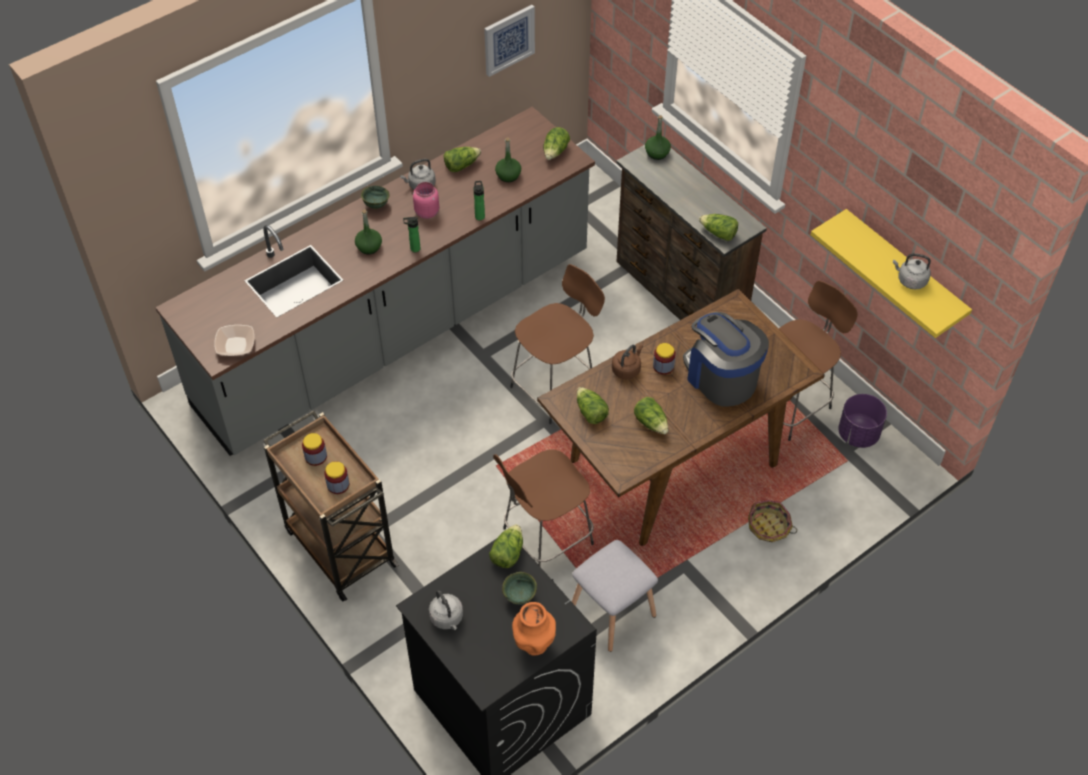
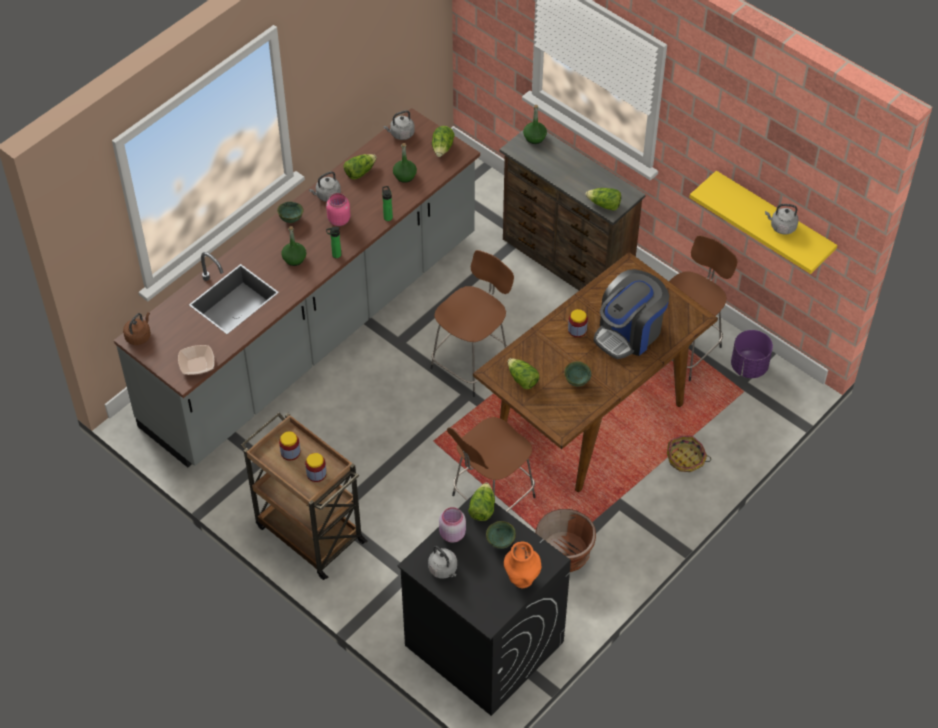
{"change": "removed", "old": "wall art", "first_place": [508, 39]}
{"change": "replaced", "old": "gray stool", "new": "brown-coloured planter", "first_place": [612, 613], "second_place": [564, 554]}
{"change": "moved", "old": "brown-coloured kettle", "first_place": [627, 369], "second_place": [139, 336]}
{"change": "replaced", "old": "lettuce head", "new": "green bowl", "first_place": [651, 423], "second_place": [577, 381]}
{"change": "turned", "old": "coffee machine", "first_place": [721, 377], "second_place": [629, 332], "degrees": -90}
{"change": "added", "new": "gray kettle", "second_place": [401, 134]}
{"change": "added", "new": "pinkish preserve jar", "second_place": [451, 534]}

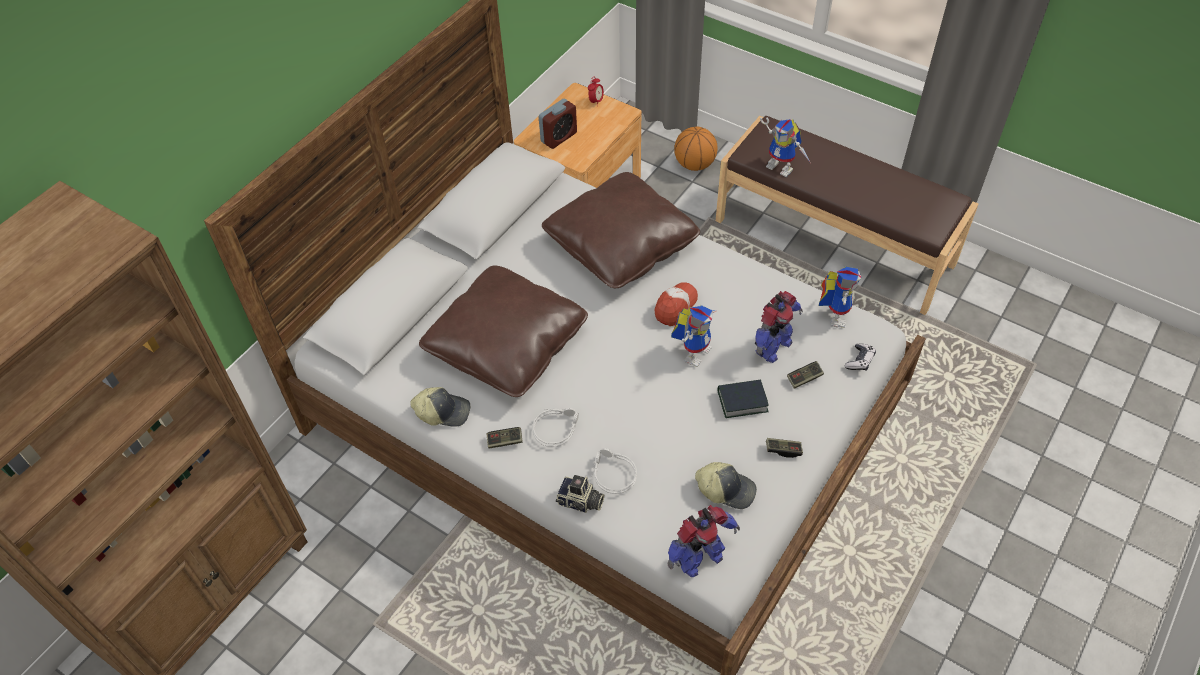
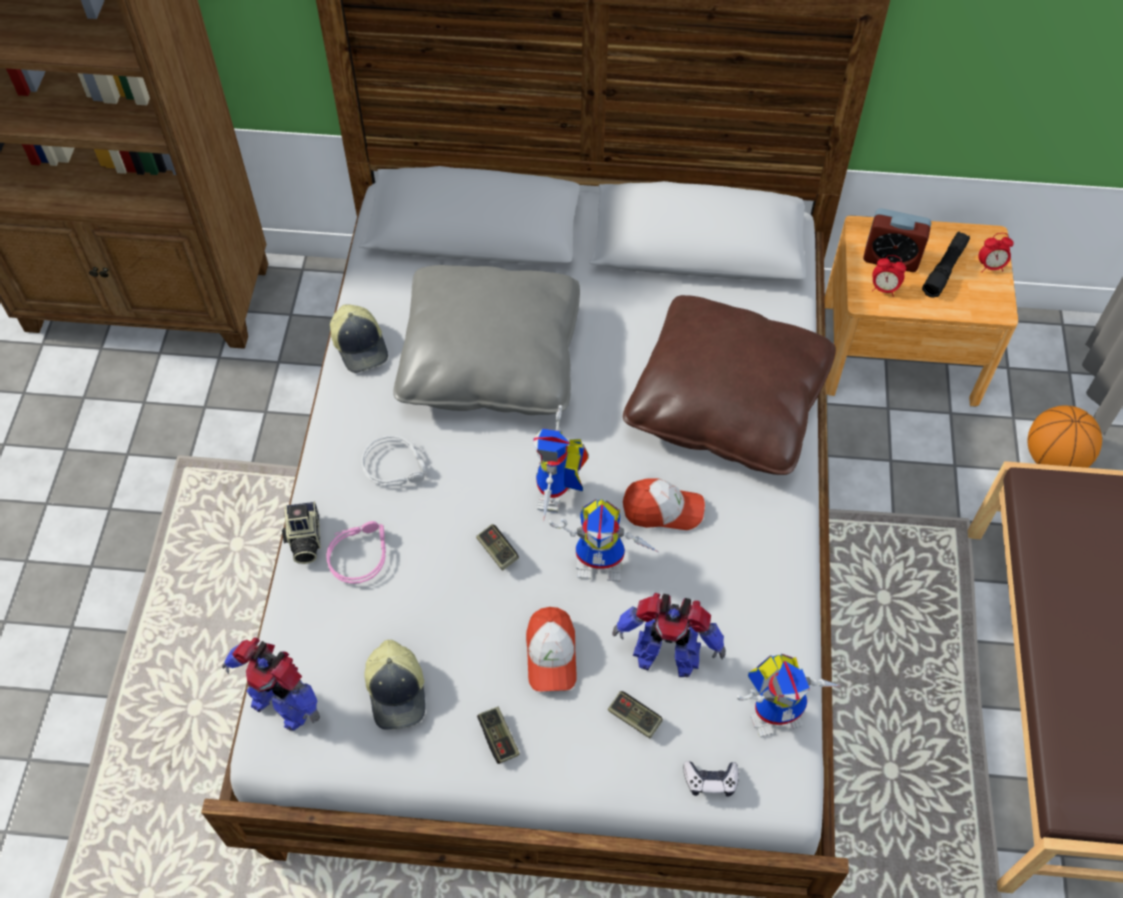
{"change": "recoloured", "old": "brown-coloured pillow", "new": "gray pillow", "first_place": [507, 345], "second_place": [490, 360]}
{"change": "moved", "old": "joypad", "first_place": [505, 441], "second_place": [497, 551]}
{"change": "recoloured", "old": "gray pair of headphones", "new": "pinkish pair of headphones", "first_place": [611, 474], "second_place": [359, 553]}
{"change": "replaced", "old": "book", "new": "peaked cap", "first_place": [742, 401], "second_place": [551, 655]}
{"change": "moved", "old": "toy robot", "first_place": [783, 167], "second_place": [558, 498]}
{"change": "added", "new": "alarm clock", "second_place": [884, 289]}
{"change": "added", "new": "black-coloured hand torch", "second_place": [945, 269]}

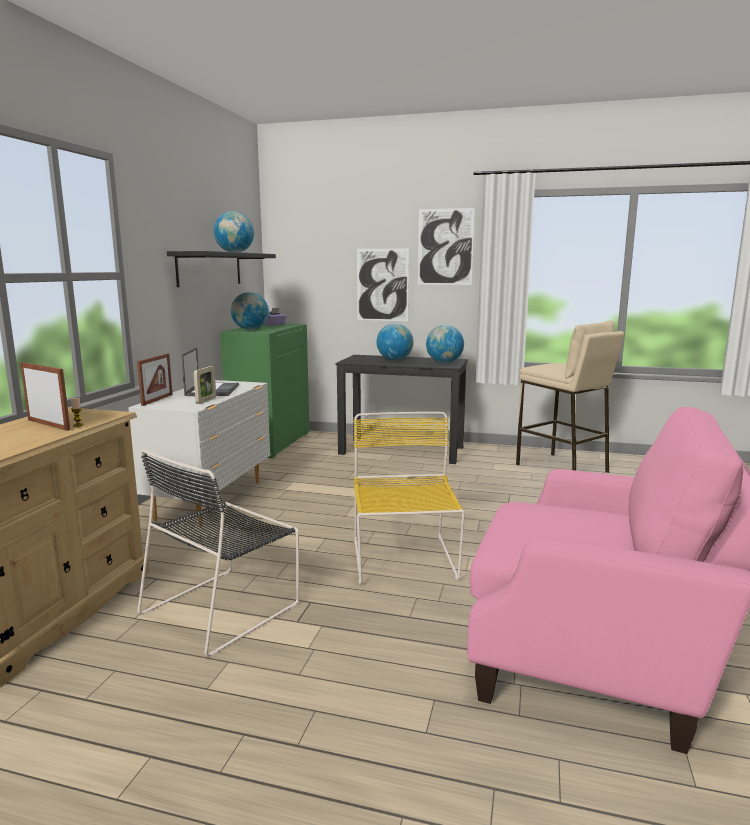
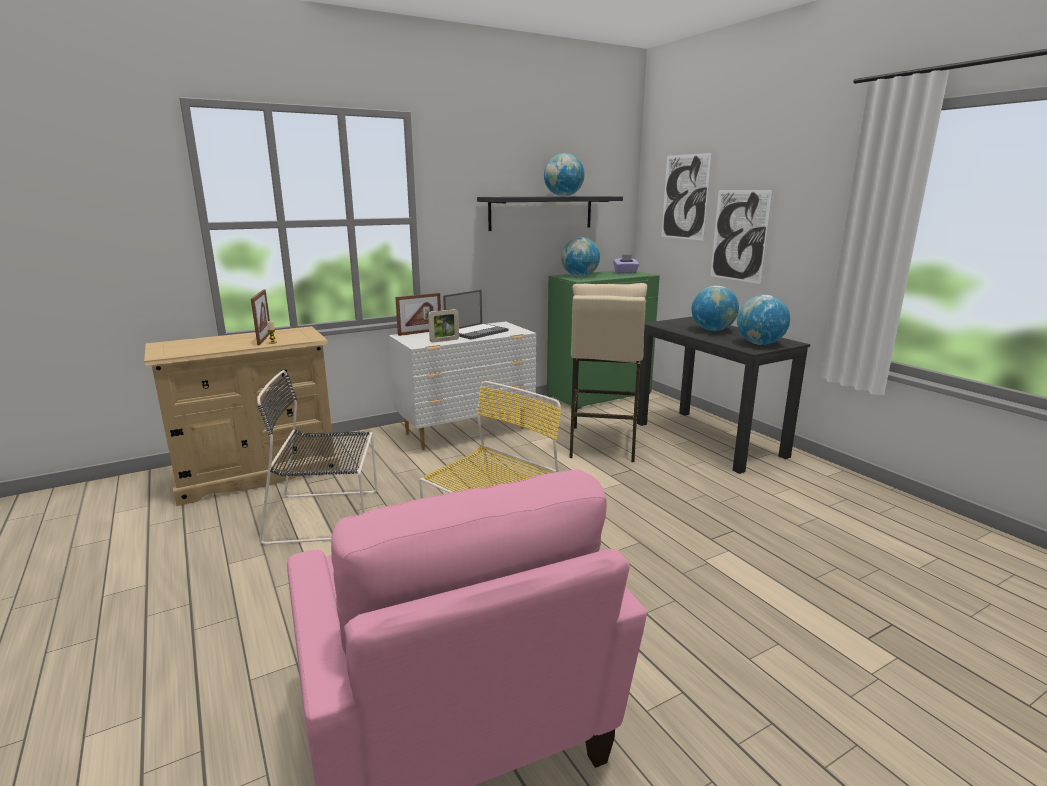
{"change": "moved", "old": "wall art", "first_place": [445, 247], "second_place": [685, 197]}
{"change": "moved", "old": "sand-coloured stool", "first_place": [562, 468], "second_place": [602, 444]}

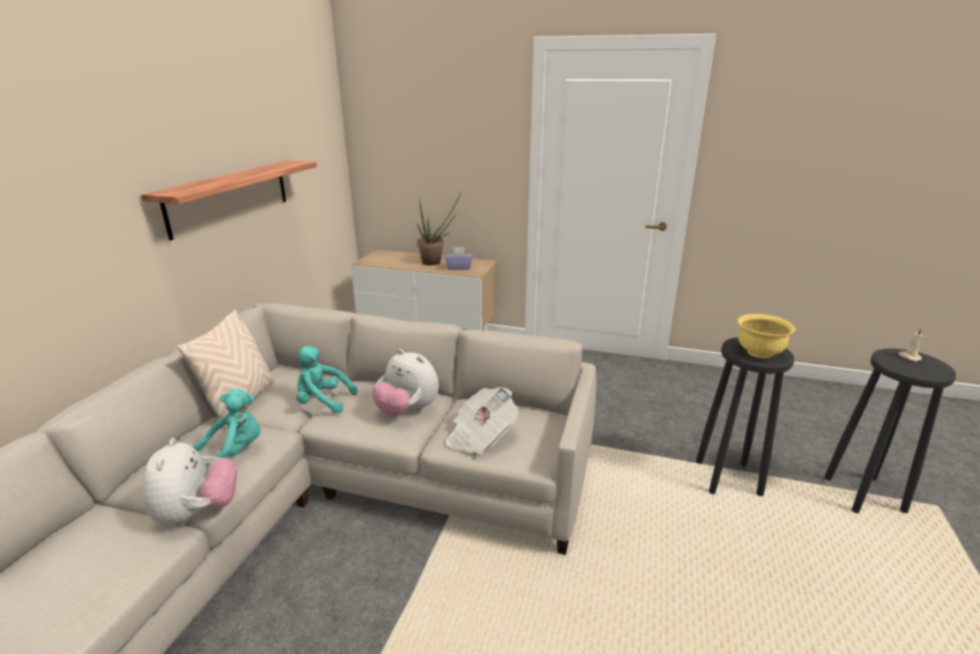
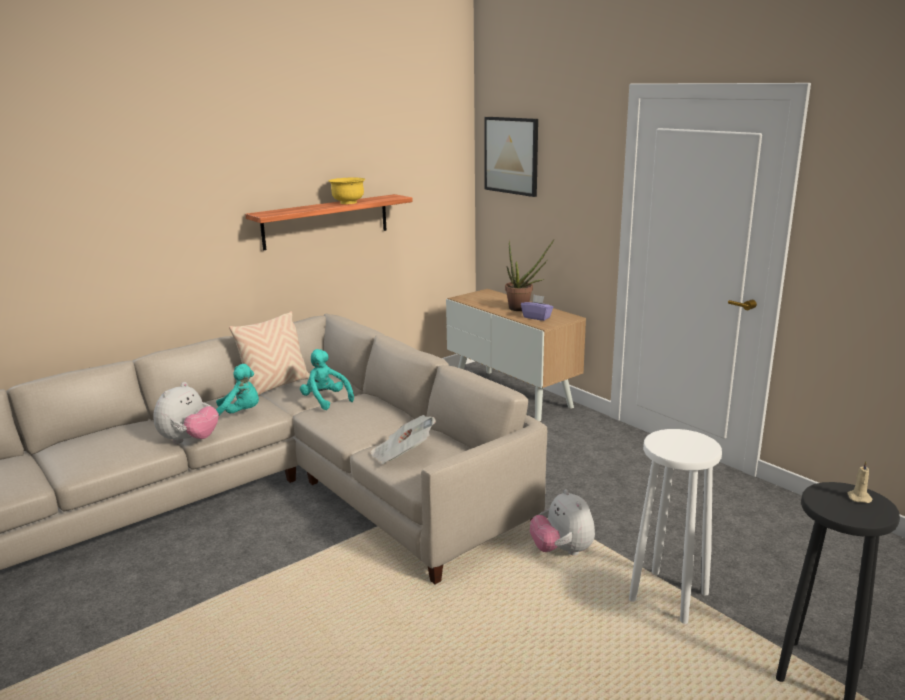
{"change": "moved", "old": "soft toy", "first_place": [407, 411], "second_place": [562, 551]}
{"change": "recoloured", "old": "black-coloured stool", "new": "whitish stool", "first_place": [728, 478], "second_place": [668, 597]}
{"change": "moved", "old": "yellow-coloured bowl", "first_place": [759, 352], "second_place": [348, 202]}
{"change": "added", "new": "wall art", "second_place": [511, 155]}

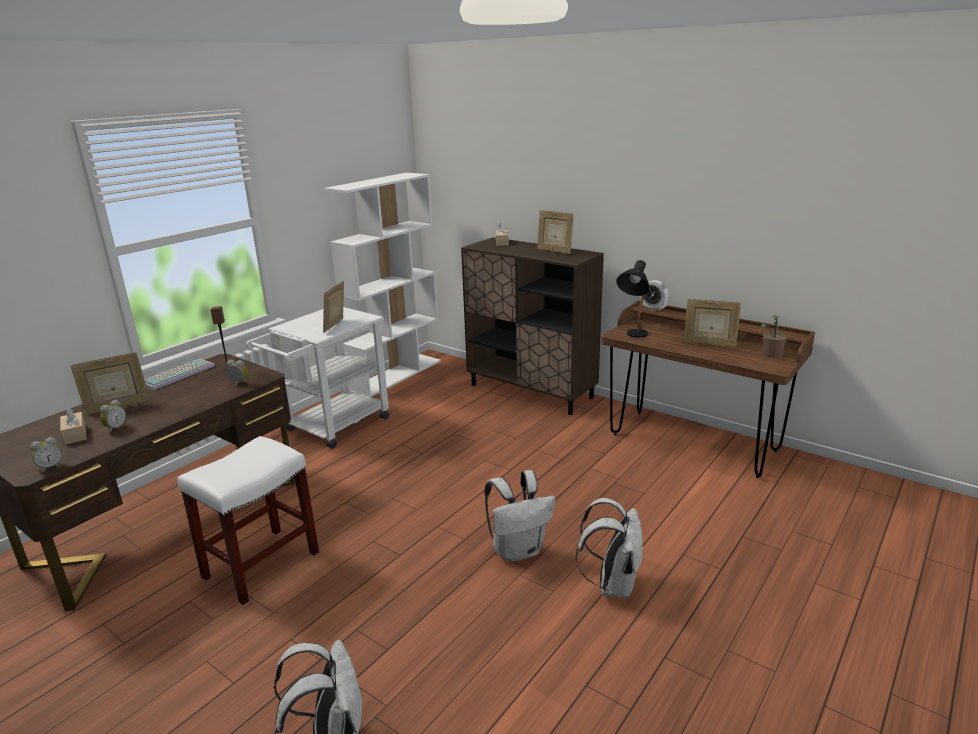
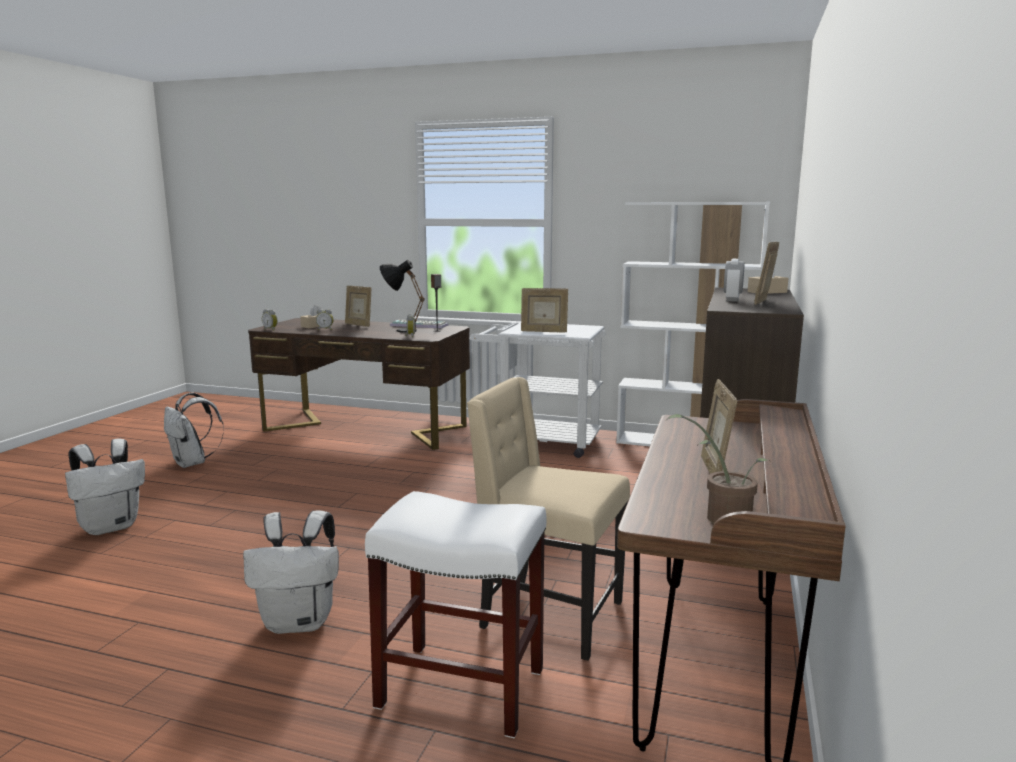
{"change": "moved", "old": "whitish stool", "first_place": [261, 566], "second_place": [459, 688]}
{"change": "turned", "old": "picture frame", "first_place": [336, 326], "second_place": [543, 332], "degrees": -150}
{"change": "moved", "old": "whitish rucksack", "first_place": [518, 550], "second_place": [192, 463]}
{"change": "moved", "old": "black-coloured lamp for a table", "first_place": [633, 336], "second_place": [400, 330]}
{"change": "moved", "old": "alarm clock", "first_place": [653, 308], "second_place": [732, 300]}
{"change": "added", "new": "sand-coloured upright chair", "second_place": [548, 616]}

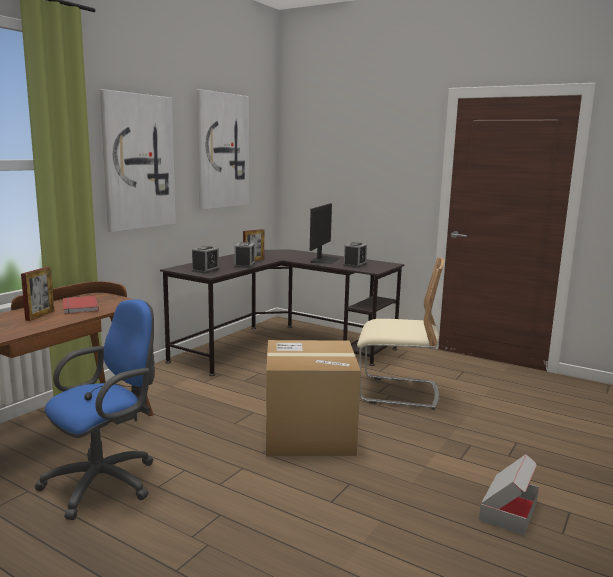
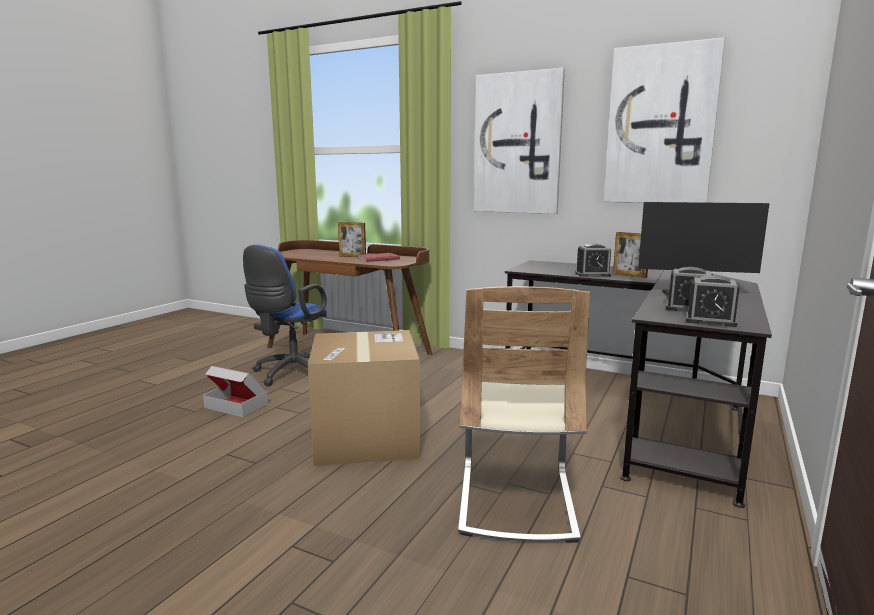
{"change": "turned", "old": "blue-coloured computer chair", "first_place": [106, 482], "second_place": [291, 373], "degrees": 75}
{"change": "moved", "old": "alarm clock", "first_place": [205, 270], "second_place": [710, 321]}
{"change": "moved", "old": "cardboard box", "first_place": [508, 510], "second_place": [236, 406]}

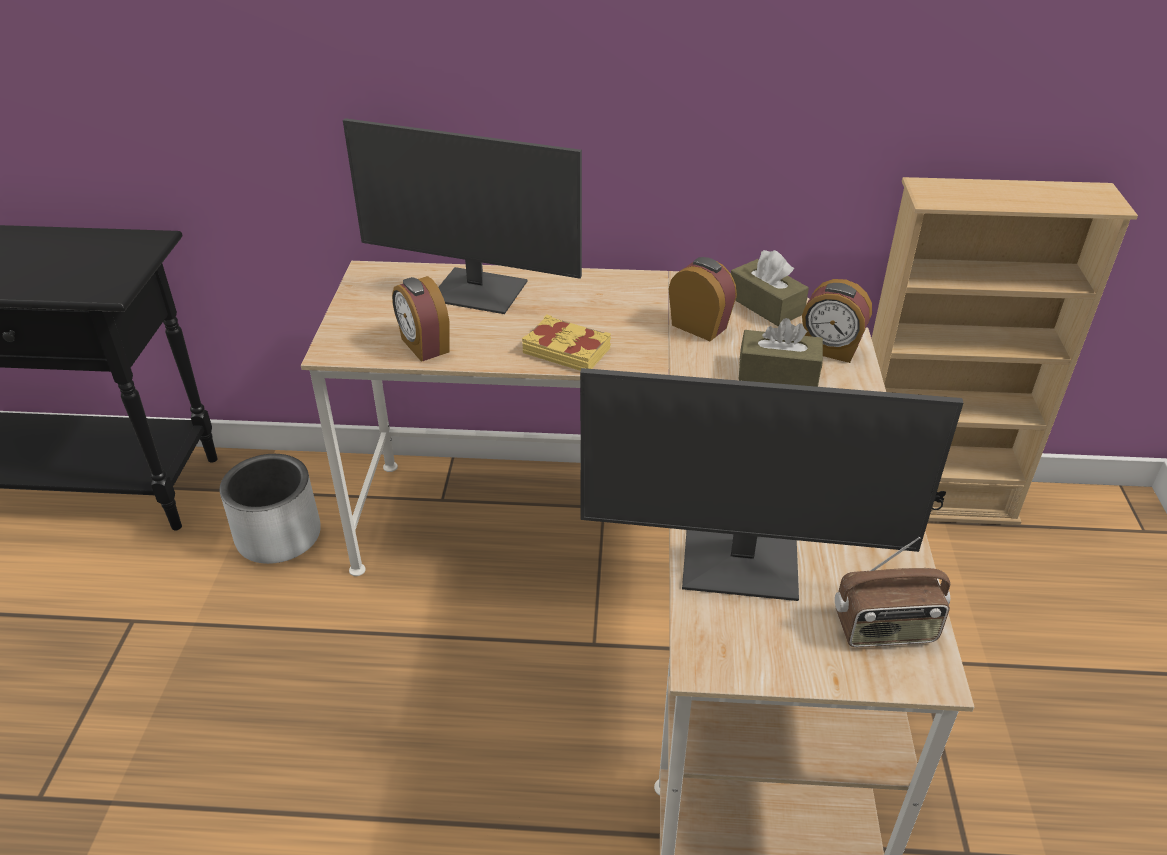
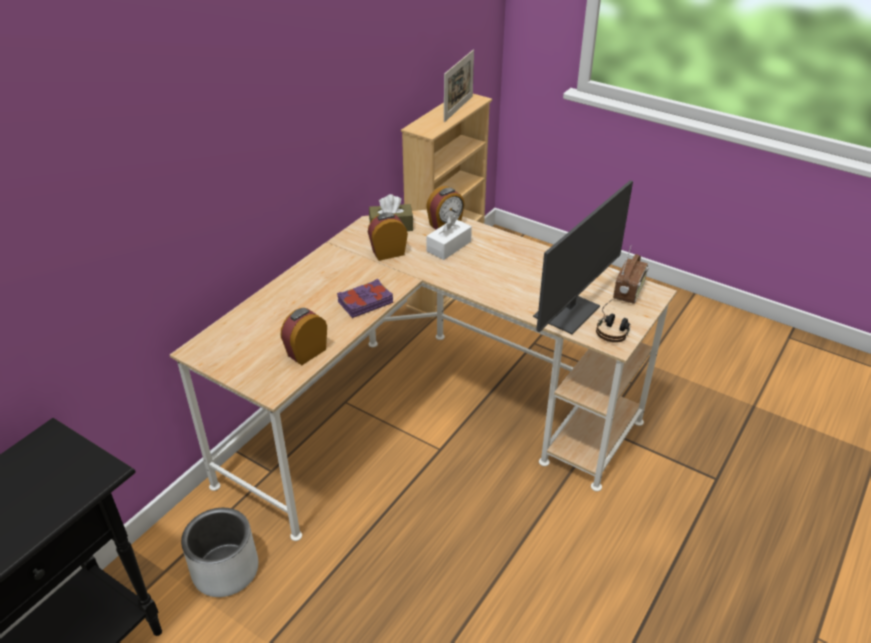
{"change": "removed", "old": "computer display", "first_place": [478, 292]}
{"change": "turned", "old": "alarm clock", "first_place": [424, 346], "second_place": [306, 352], "degrees": 135}
{"change": "recoloured", "old": "yellow-coloured book", "new": "purplish book", "first_place": [567, 350], "second_place": [365, 302]}
{"change": "recoloured", "old": "brown-coloured box of tissues", "new": "whitish box of tissues", "first_place": [778, 372], "second_place": [449, 246]}
{"change": "added", "new": "picture frame", "second_place": [458, 108]}
{"change": "added", "new": "pair of headphones", "second_place": [613, 327]}

